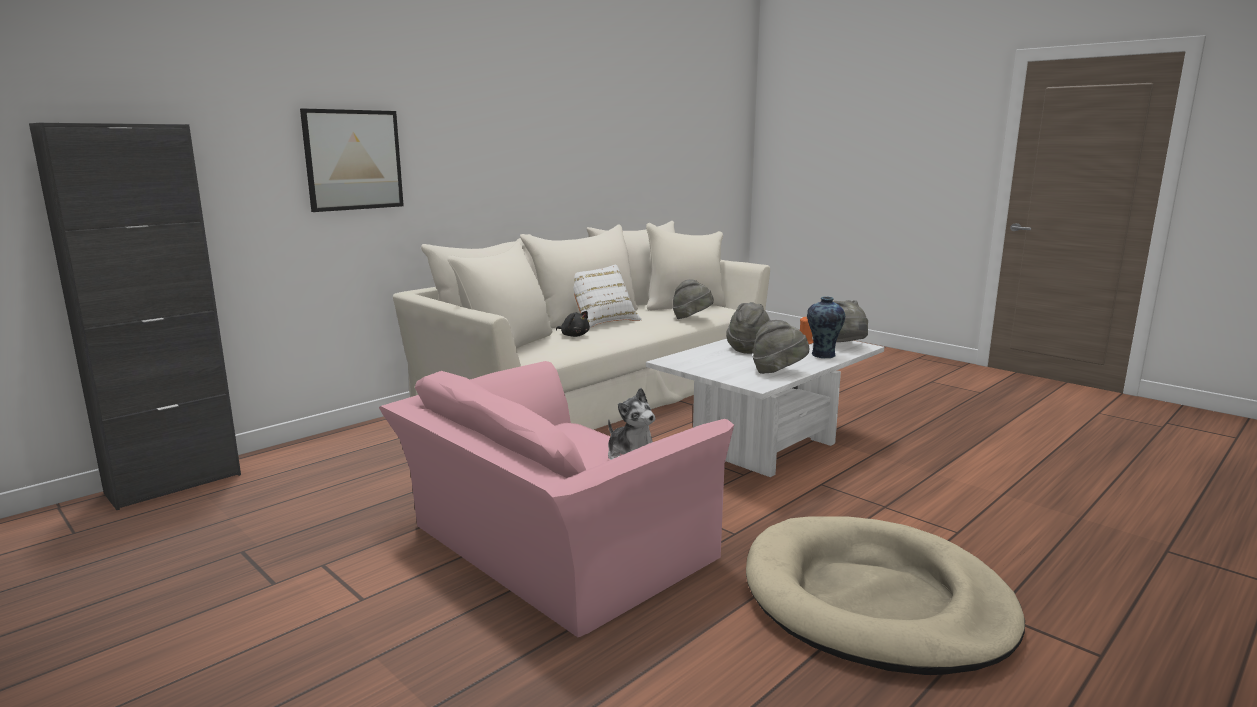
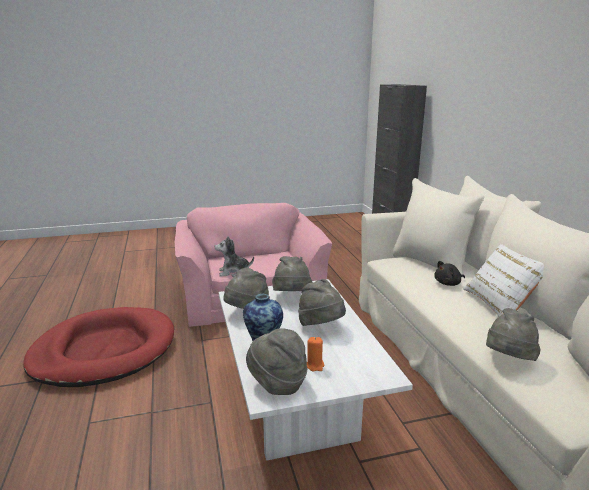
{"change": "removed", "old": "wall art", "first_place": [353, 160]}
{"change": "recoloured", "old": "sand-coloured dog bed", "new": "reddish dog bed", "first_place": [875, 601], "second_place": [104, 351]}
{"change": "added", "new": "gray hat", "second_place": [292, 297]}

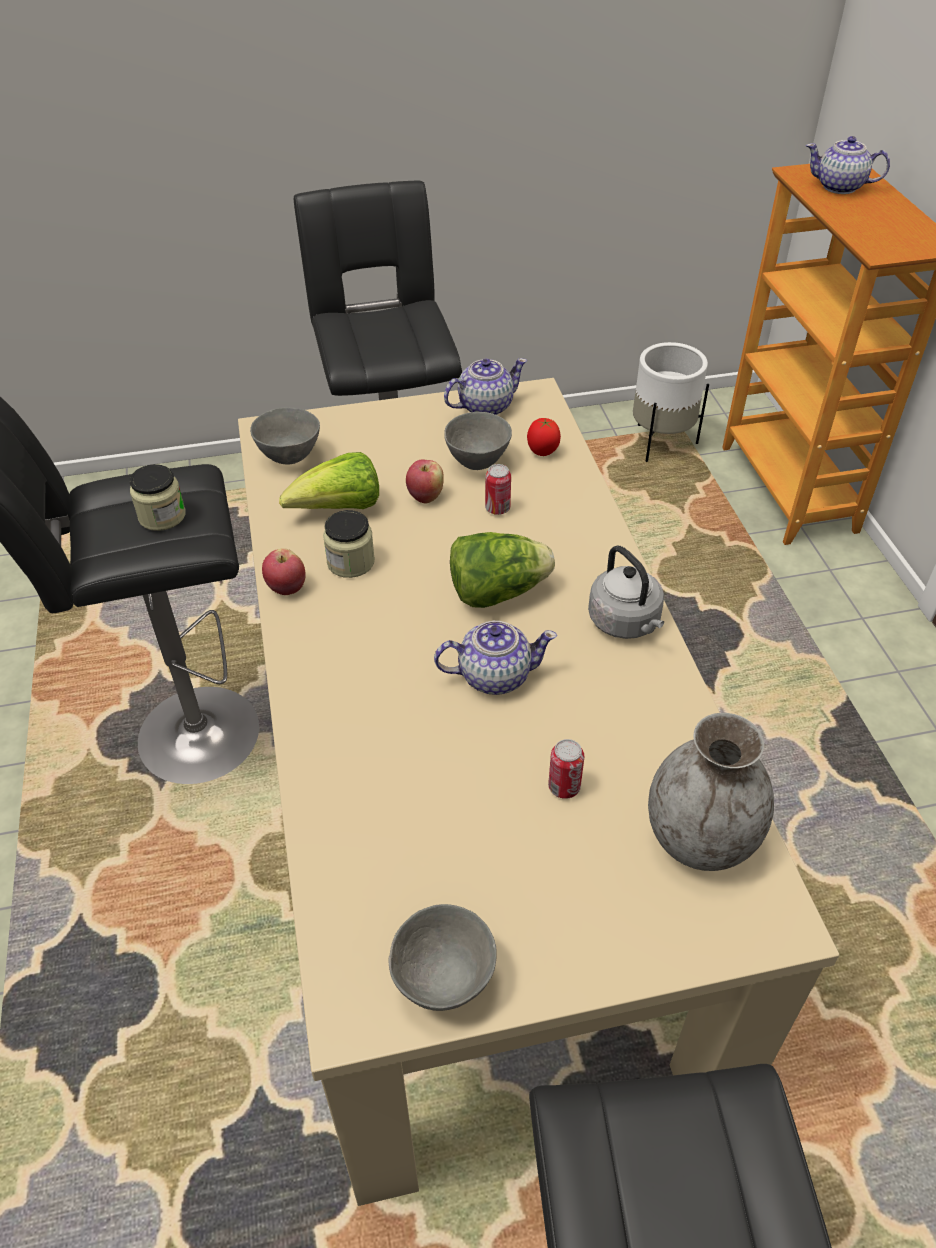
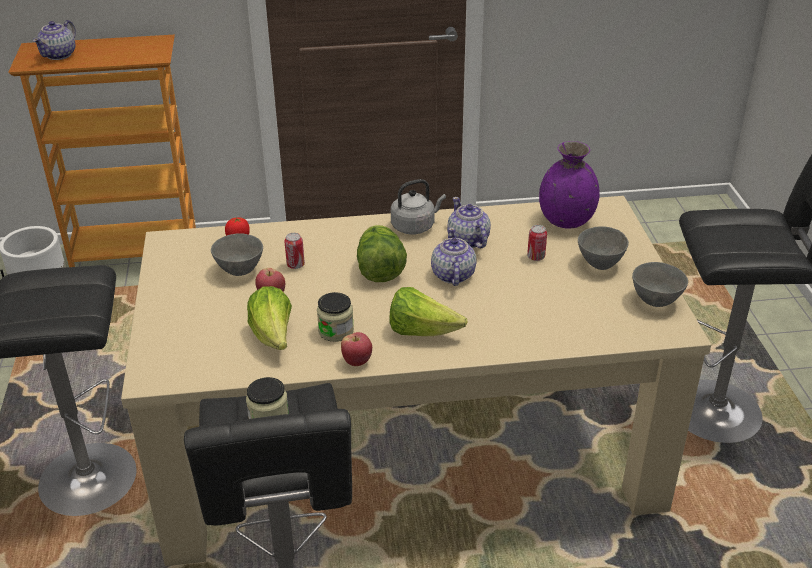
{"change": "moved", "old": "gray bowl", "first_place": [290, 457], "second_place": [599, 263]}
{"change": "moved", "old": "teapot", "first_place": [484, 406], "second_place": [468, 241]}
{"change": "recoloured", "old": "gray vase", "new": "purplish vase", "first_place": [701, 839], "second_place": [566, 220]}
{"change": "added", "new": "lettuce head", "second_place": [422, 331]}

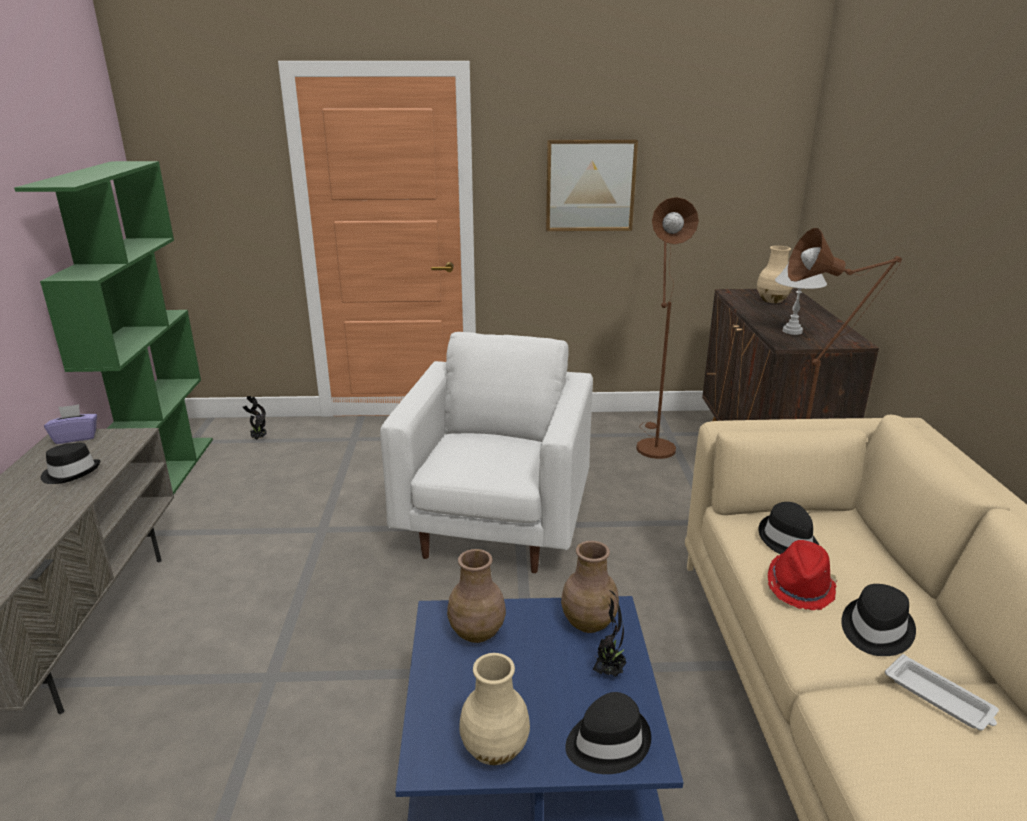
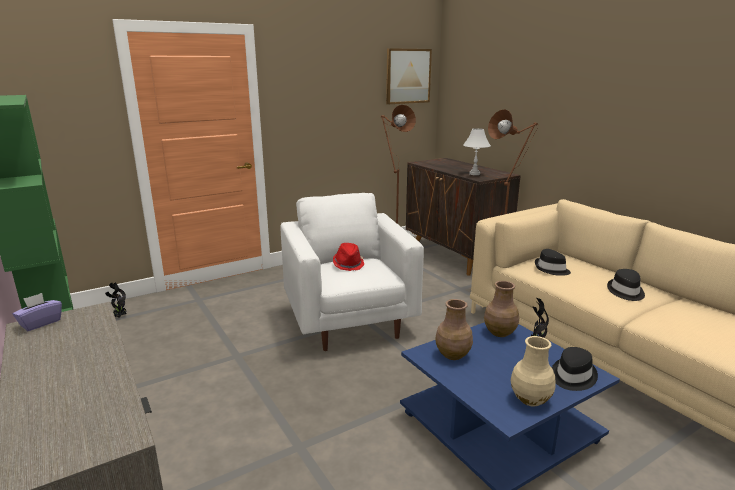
{"change": "removed", "old": "black-coloured hat", "first_place": [71, 472]}
{"change": "moved", "old": "wall art", "first_place": [590, 185], "second_place": [408, 76]}
{"change": "removed", "old": "sand-coloured vase", "first_place": [772, 300]}
{"change": "moved", "old": "reddish hat", "first_place": [800, 586], "second_place": [348, 264]}
{"change": "removed", "old": "whitish tray", "first_place": [940, 698]}

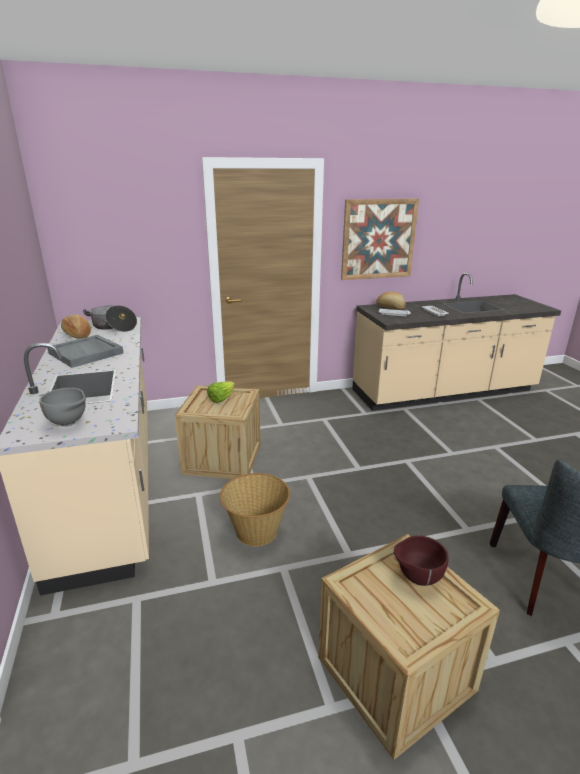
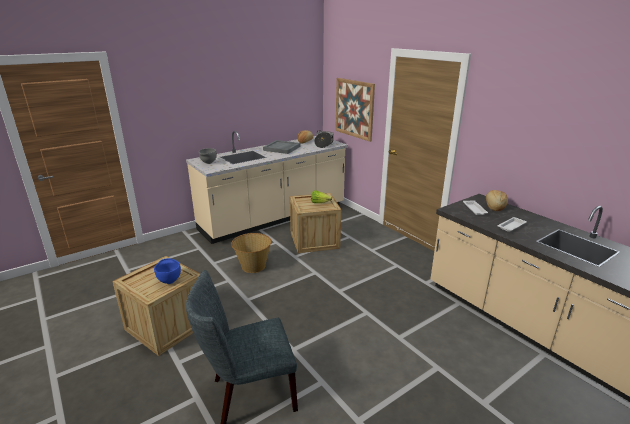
{"change": "moved", "old": "wall art", "first_place": [378, 239], "second_place": [354, 108]}
{"change": "recoloured", "old": "brown-coloured bowl", "new": "blue-coloured bowl", "first_place": [416, 578], "second_place": [169, 280]}

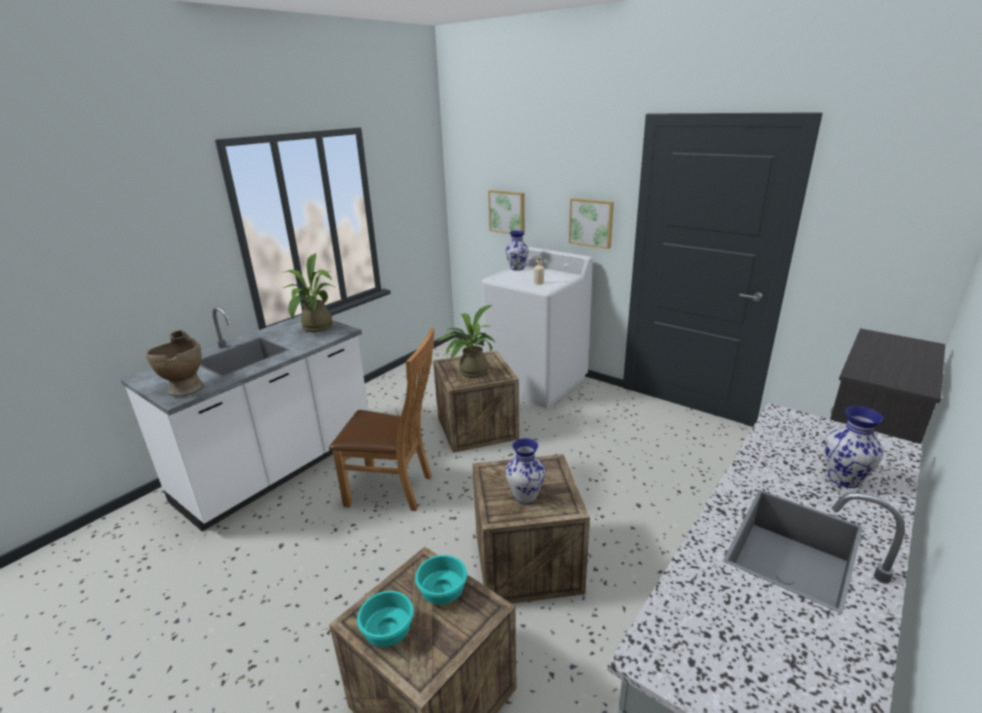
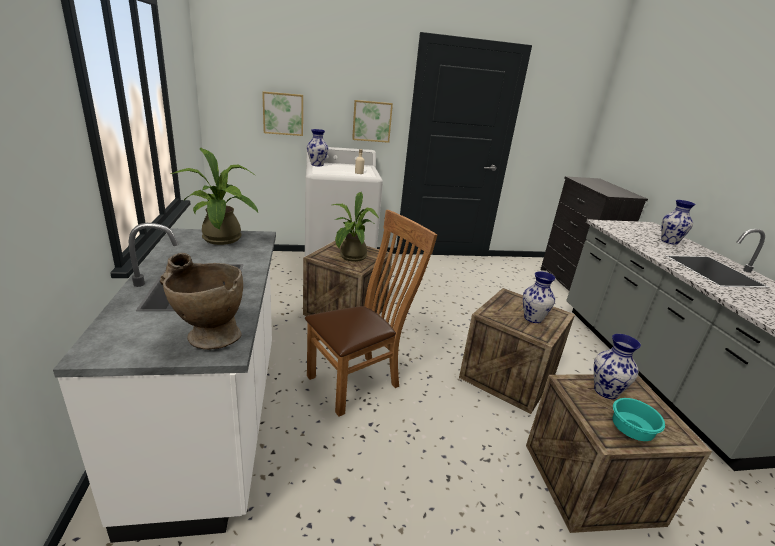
{"change": "replaced", "old": "turquoise-coloured bowl", "new": "vase", "first_place": [442, 593], "second_place": [606, 392]}

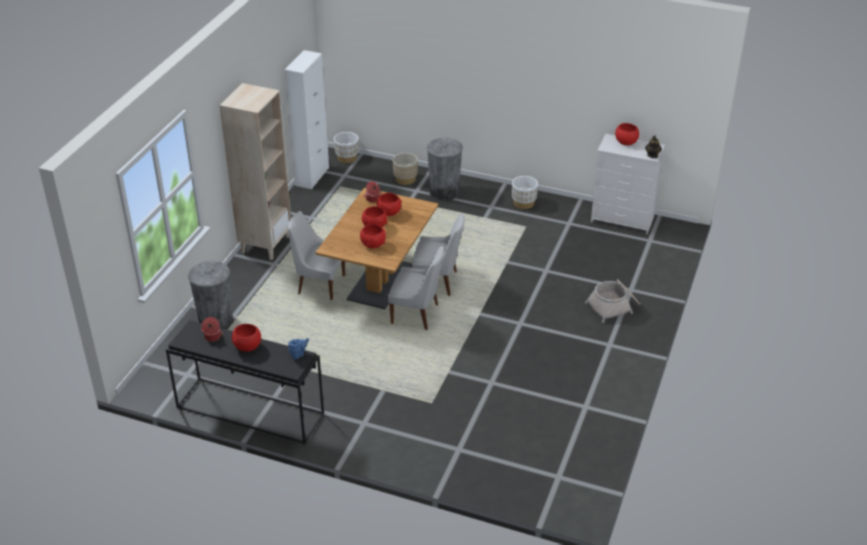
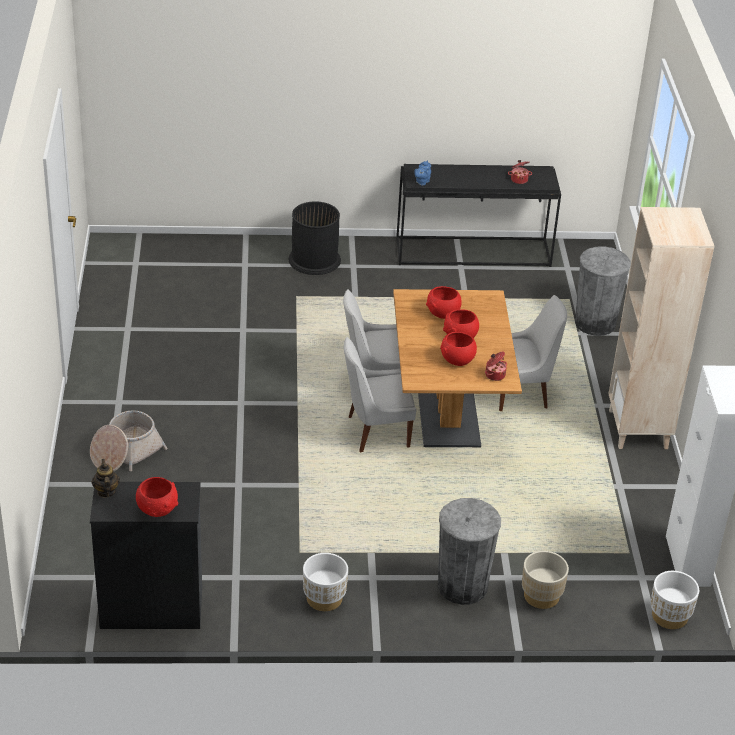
{"change": "removed", "old": "reddish bowl", "first_place": [247, 346]}
{"change": "recoloured", "old": "whitish chest of drawers", "new": "black-coloured chest of drawers", "first_place": [623, 219], "second_place": [150, 608]}
{"change": "added", "new": "black-coloured trash can", "second_place": [314, 260]}

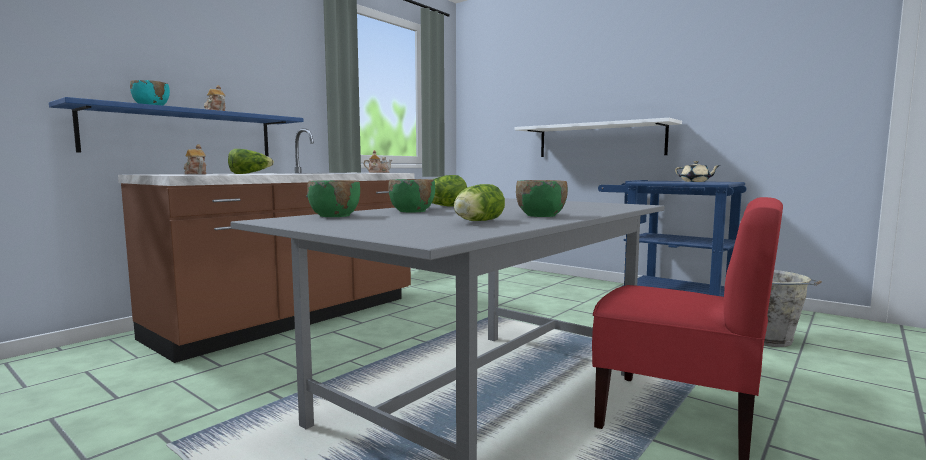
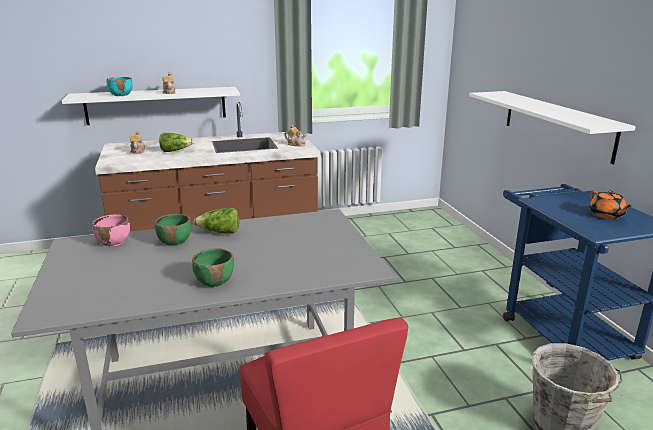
{"change": "recoloured", "old": "blue-coloured wall shelf", "new": "whitish wall shelf", "first_place": [183, 133], "second_place": [156, 105]}
{"change": "recoloured", "old": "green bowl", "new": "pinkish bowl", "first_place": [335, 215], "second_place": [114, 242]}
{"change": "removed", "old": "lettuce head", "first_place": [476, 221]}
{"change": "recoloured", "old": "sand-coloured teapot", "new": "orangey teapot", "first_place": [695, 181], "second_place": [606, 215]}

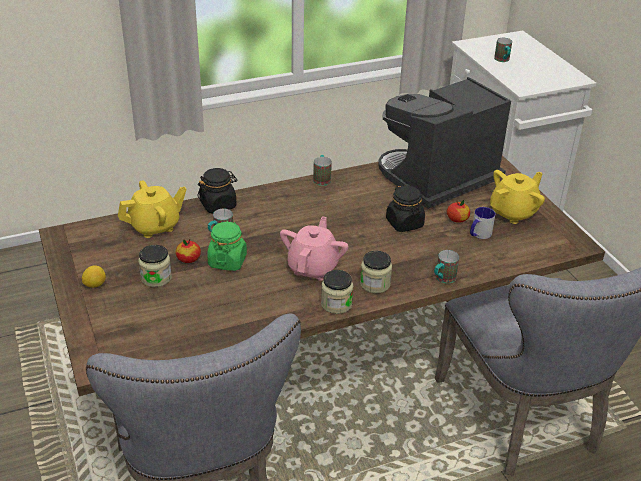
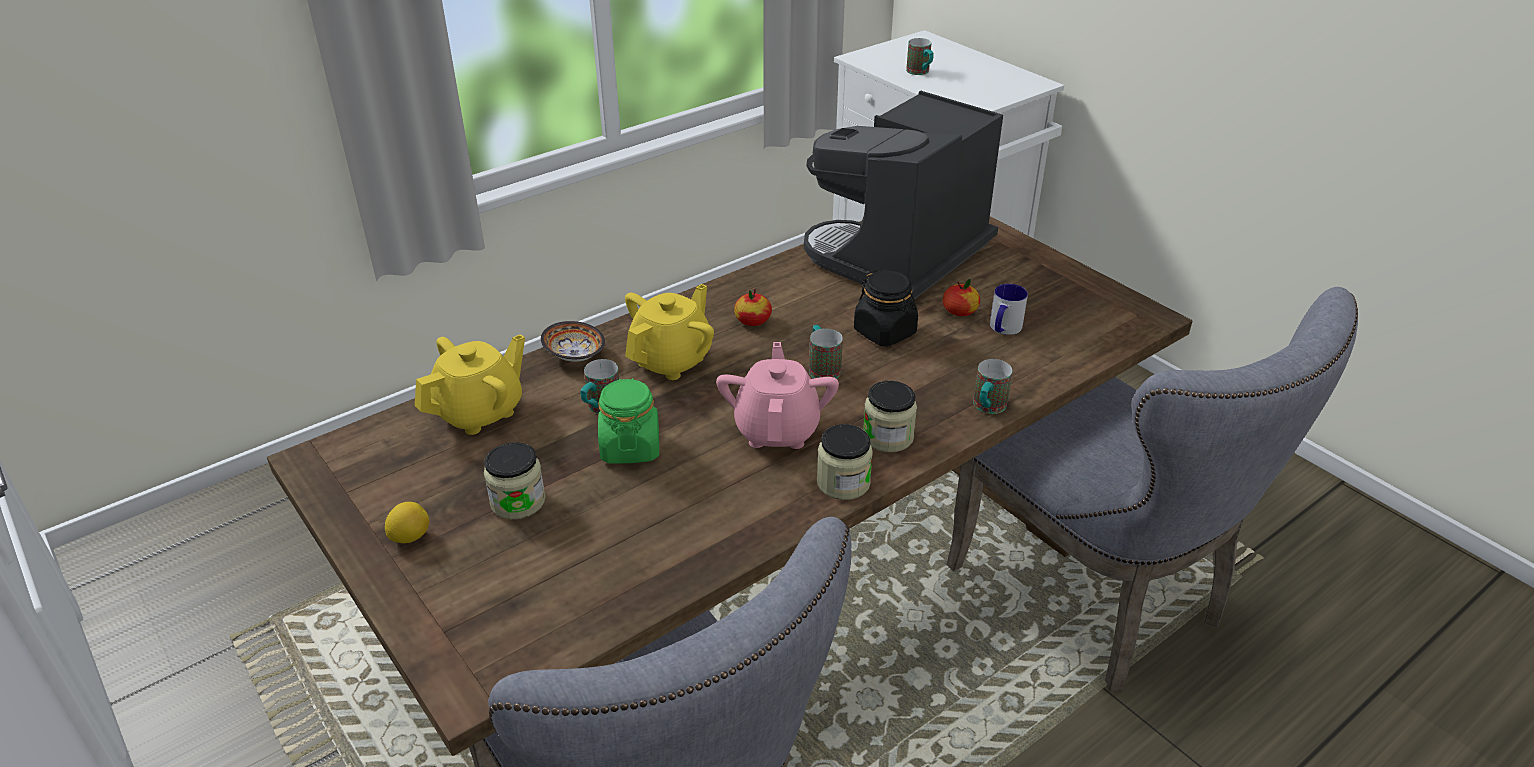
{"change": "moved", "old": "apple fruit", "first_place": [188, 259], "second_place": [753, 321]}
{"change": "replaced", "old": "black-coloured preserve jar", "new": "bowl", "first_place": [218, 205], "second_place": [574, 357]}
{"change": "moved", "old": "mug", "first_place": [321, 178], "second_place": [822, 367]}
{"change": "moved", "old": "yellow-coloured teapot", "first_place": [513, 212], "second_place": [671, 360]}

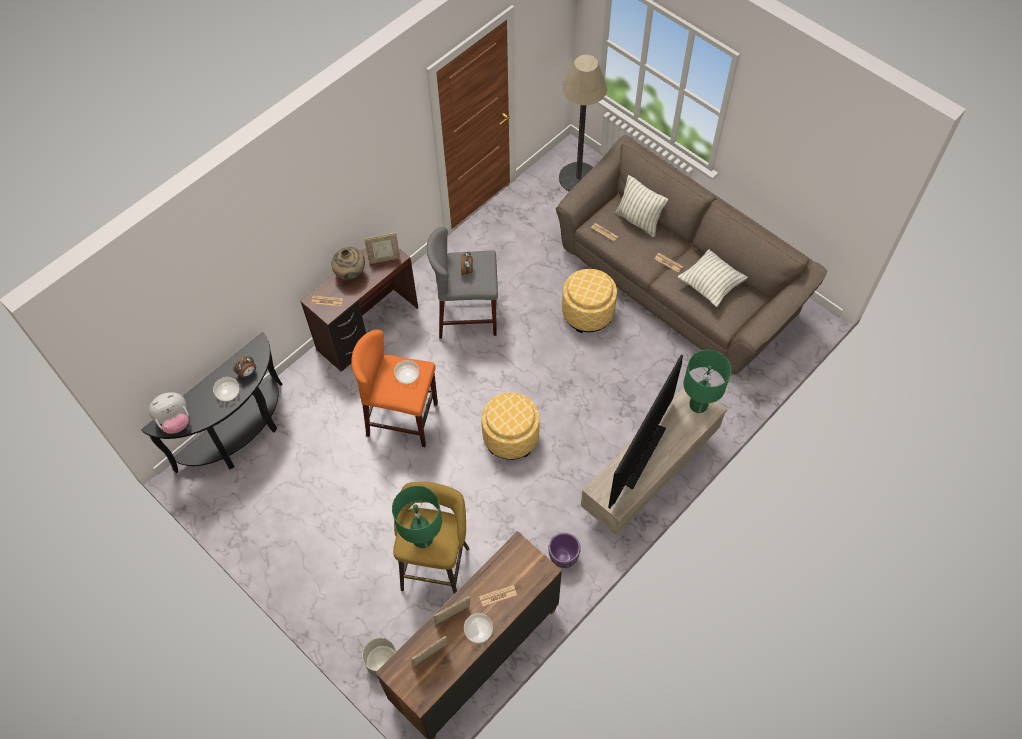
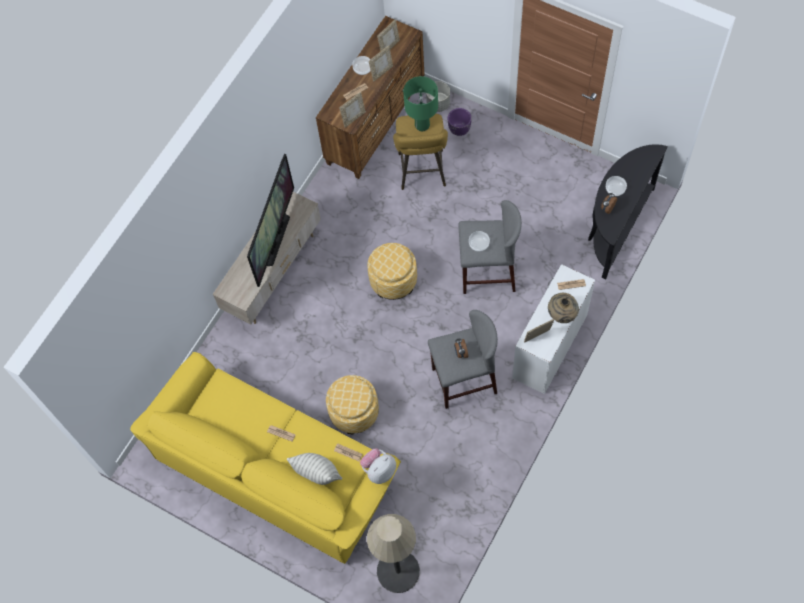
{"change": "moved", "old": "soft toy", "first_place": [175, 421], "second_place": [379, 470]}
{"change": "recoloured", "old": "brown-coloured desk", "new": "whitish desk", "first_place": [368, 329], "second_place": [549, 346]}
{"change": "recoloured", "old": "orangey stool", "new": "gray stool", "first_place": [402, 419], "second_place": [487, 273]}
{"change": "moved", "old": "purplish planter", "first_place": [563, 558], "second_place": [459, 129]}
{"change": "recoloured", "old": "brown-coloured couch", "new": "yellow-coloured couch", "first_place": [677, 281], "second_place": [275, 467]}
{"change": "removed", "old": "pillow", "first_place": [710, 285]}
{"change": "removed", "old": "green lamp for a table", "first_place": [698, 405]}
{"change": "added", "new": "picture frame", "second_place": [353, 118]}

